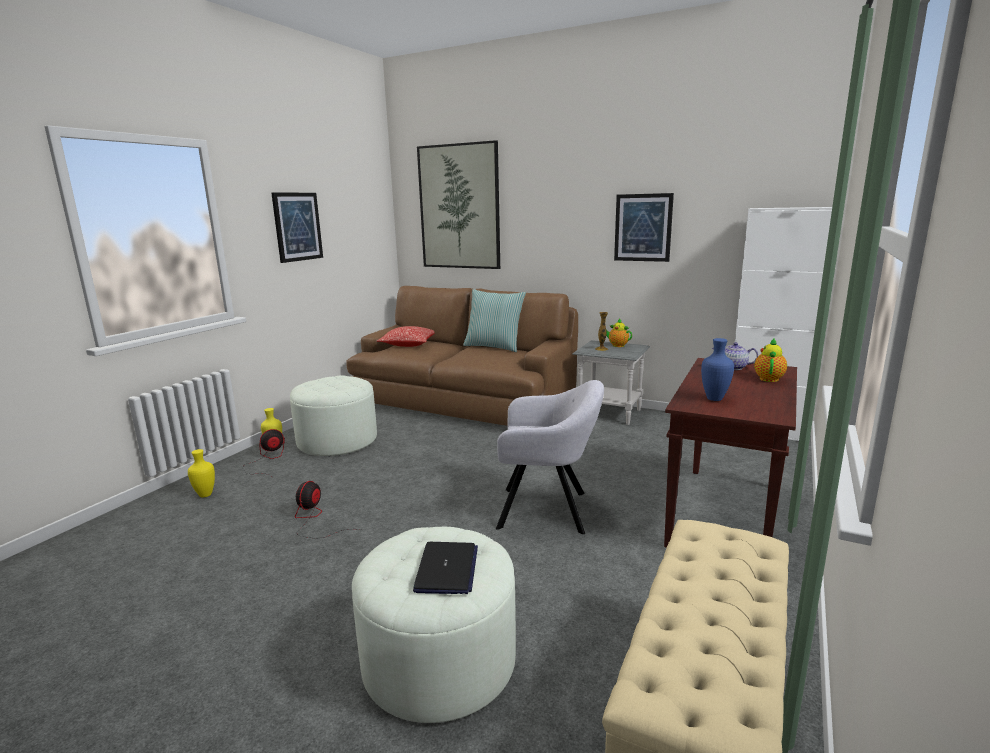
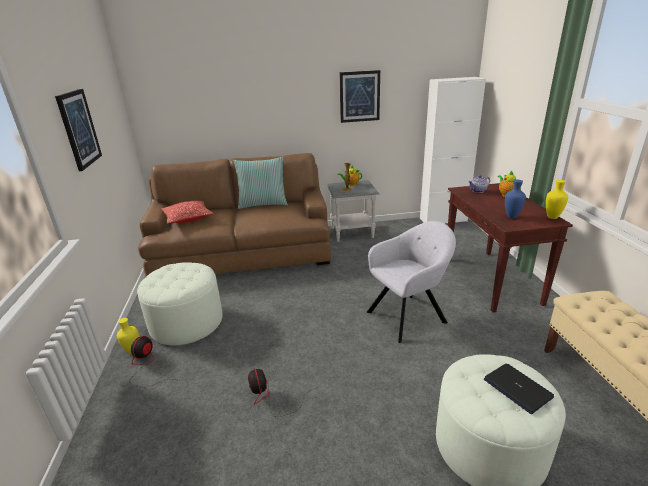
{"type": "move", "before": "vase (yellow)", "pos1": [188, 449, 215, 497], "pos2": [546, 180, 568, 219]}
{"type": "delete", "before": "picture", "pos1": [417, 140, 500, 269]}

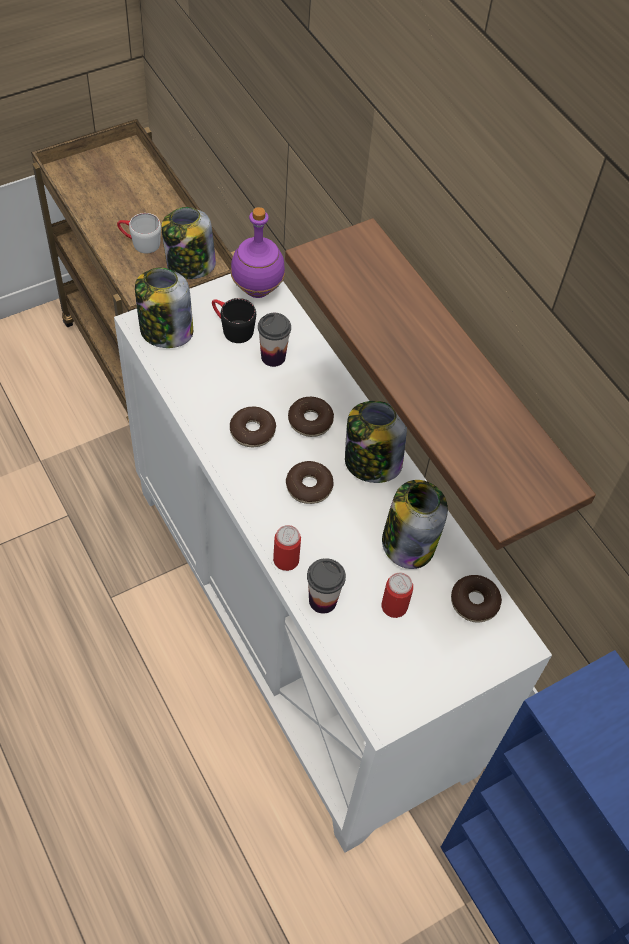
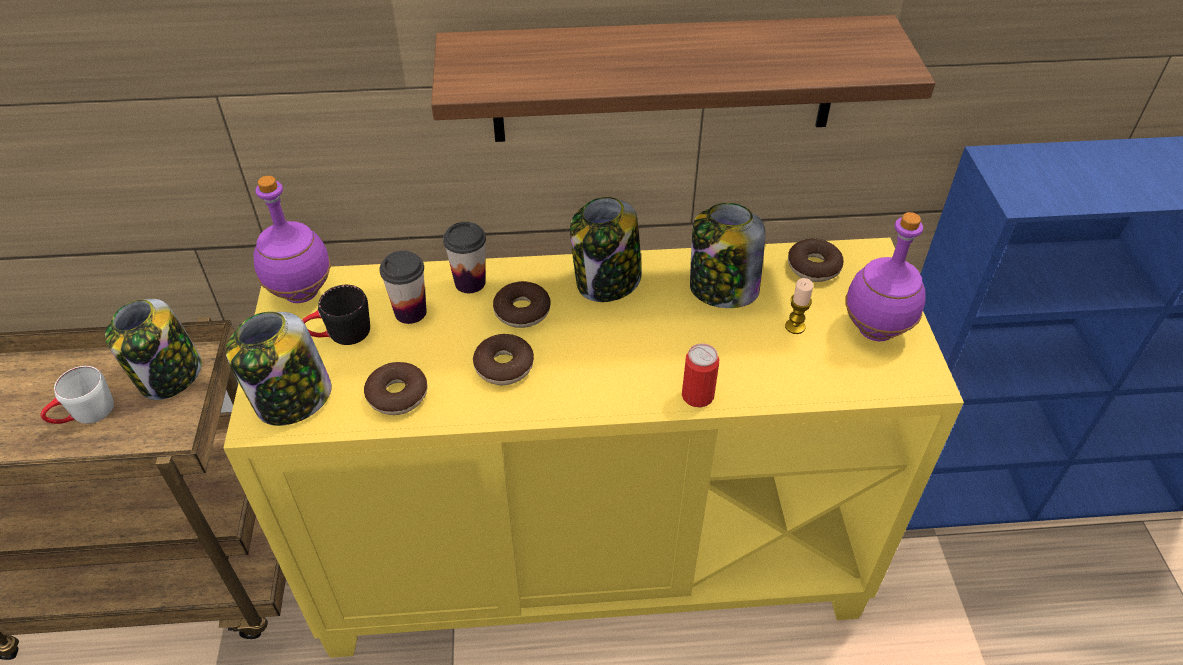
{"type": "recolor", "before": "cabinet (white)", "after": "cabinet (yellow)", "pos1": [114, 274, 552, 853], "pos2": [223, 238, 964, 658]}
{"type": "move", "before": "donut", "pos1": [286, 461, 334, 504], "pos2": [364, 362, 427, 415]}
{"type": "move", "before": "cup", "pos1": [307, 558, 346, 614], "pos2": [443, 222, 486, 293]}
{"type": "replace", "before": "can", "after": "candle", "pos1": [382, 573, 413, 618], "pos2": [785, 278, 813, 334]}
{"type": "insert", "after": "bottle (purple)", "pos2": [845, 212, 926, 341]}

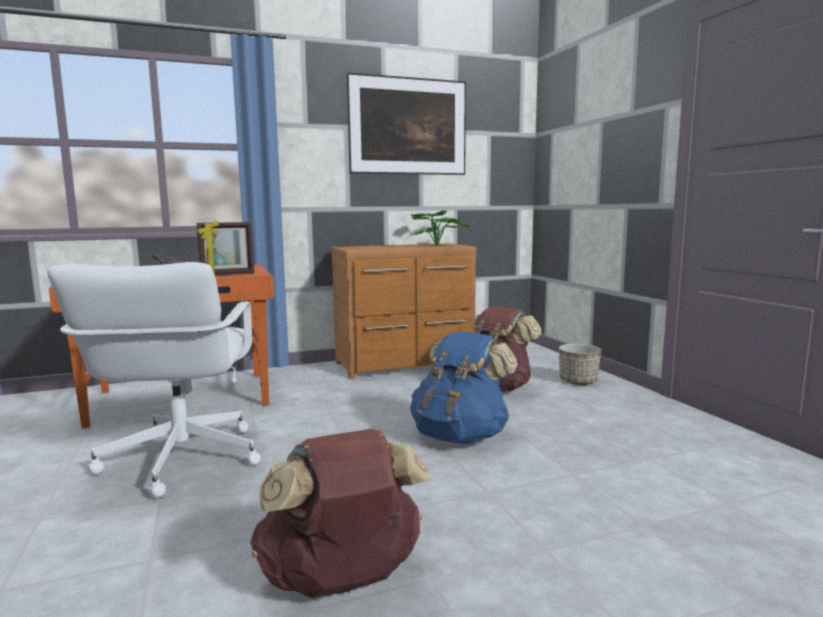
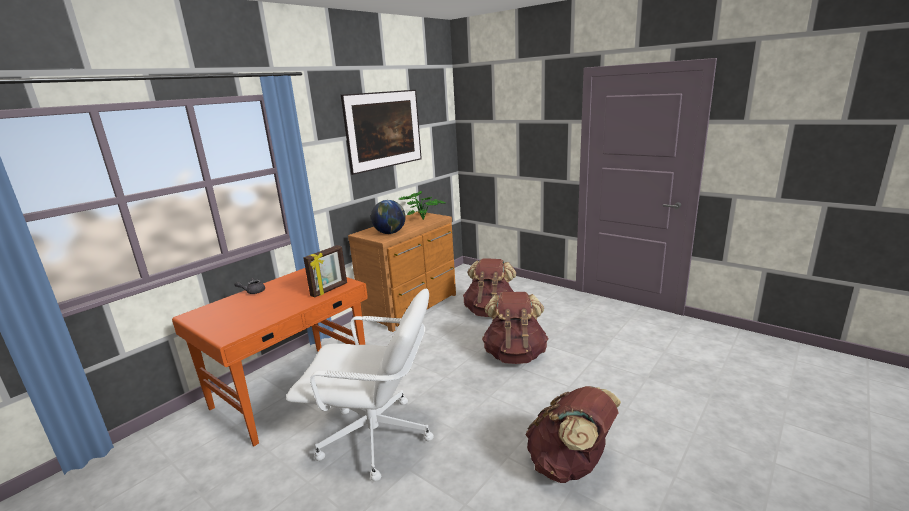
{"type": "rotate", "before": "office chair (white)", "pos1": [47, 262, 260, 498], "pos2": [286, 289, 434, 481], "turn": -45}
{"type": "recolor", "before": "backpack (blue)", "after": "backpack (brown)", "pos1": [410, 331, 518, 444], "pos2": [482, 292, 549, 364]}
{"type": "delete", "before": "planter", "pos1": [559, 344, 601, 385]}
{"type": "insert", "after": "globe", "pos2": [371, 200, 406, 234]}

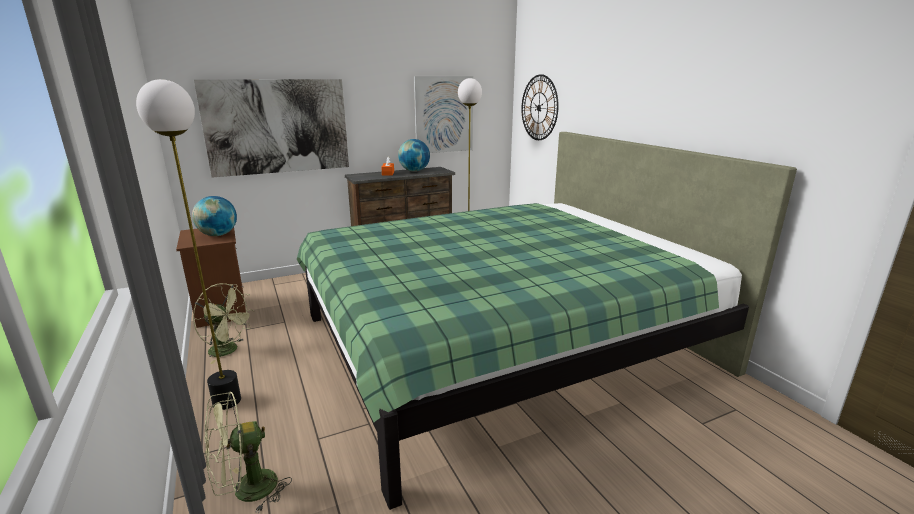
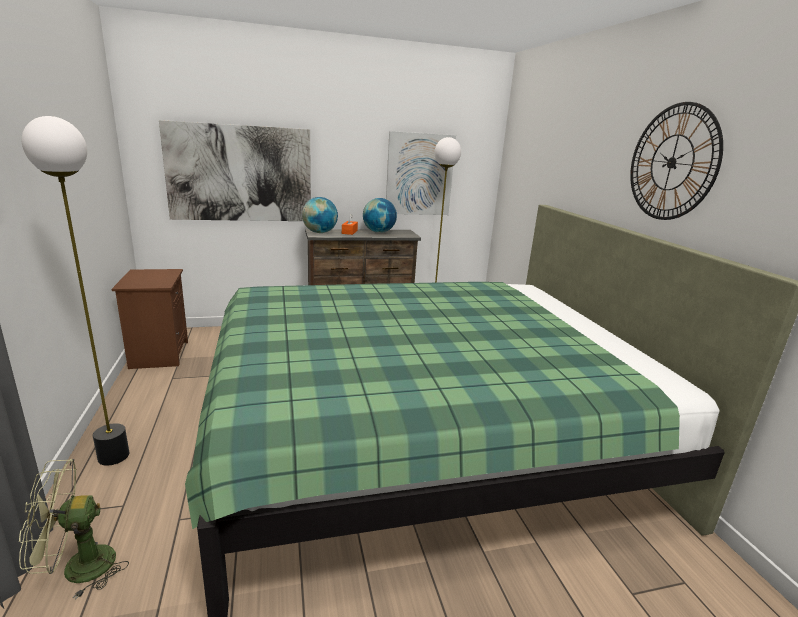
{"type": "move", "before": "globe", "pos1": [192, 196, 237, 236], "pos2": [302, 197, 338, 233]}
{"type": "delete", "before": "fan (green)", "pos1": [193, 283, 254, 364]}
{"type": "move", "before": "wall clock", "pos1": [521, 74, 559, 140], "pos2": [630, 102, 723, 220]}

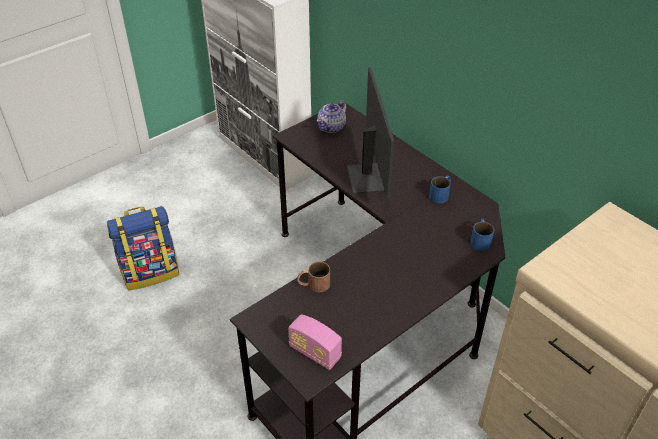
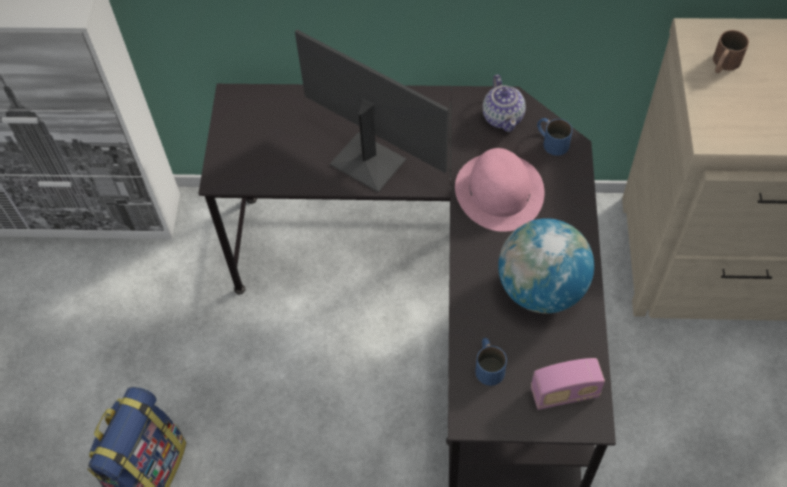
{"type": "move", "before": "mug (brown)", "pos1": [297, 262, 330, 292], "pos2": [713, 30, 749, 73]}
{"type": "move", "before": "teapot", "pos1": [317, 100, 346, 133], "pos2": [483, 74, 526, 132]}
{"type": "move", "before": "mug (blue)", "pos1": [429, 176, 451, 203], "pos2": [475, 338, 507, 386]}
{"type": "insert", "after": "hat (pink)", "pos2": [455, 148, 545, 232]}
{"type": "insert", "after": "globe", "pos2": [498, 218, 594, 313]}

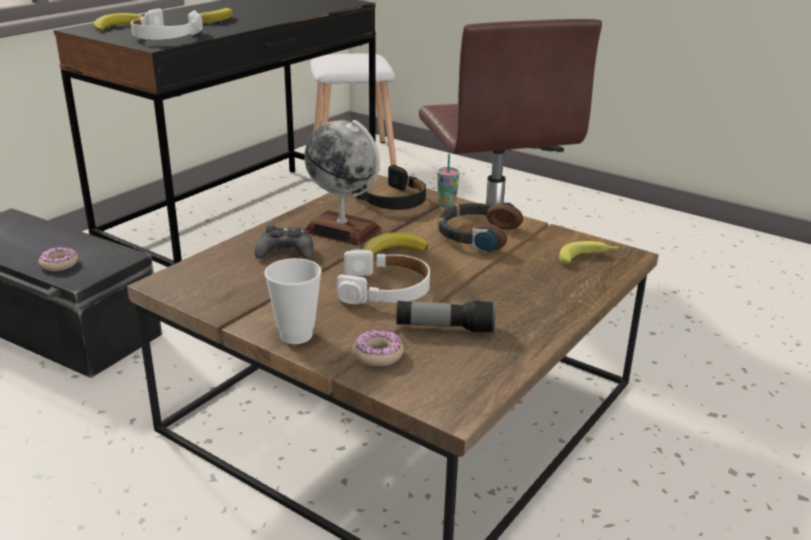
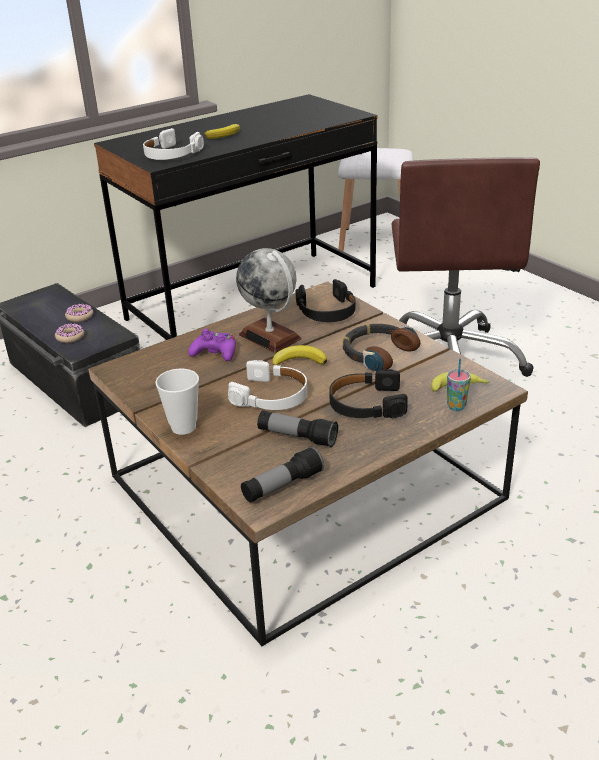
{"type": "delete", "before": "banana", "pos1": [94, 13, 144, 32]}
{"type": "recolor", "before": "game controller (black)", "after": "game controller (purple)", "pos1": [255, 224, 313, 259], "pos2": [188, 329, 236, 361]}
{"type": "move", "before": "donut", "pos1": [353, 330, 404, 366], "pos2": [65, 303, 93, 322]}
{"type": "move", "before": "cup", "pos1": [437, 153, 460, 208], "pos2": [447, 358, 471, 411]}
{"type": "insert", "after": "flashlight", "pos2": [241, 446, 324, 503]}
{"type": "insert", "after": "headphones (black)", "pos2": [329, 369, 408, 418]}

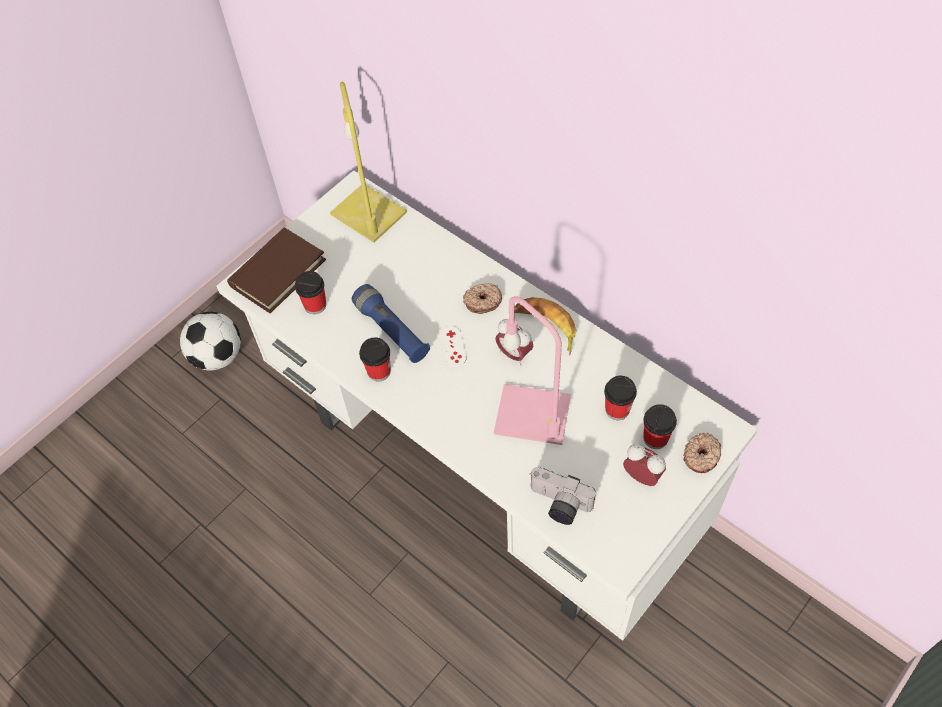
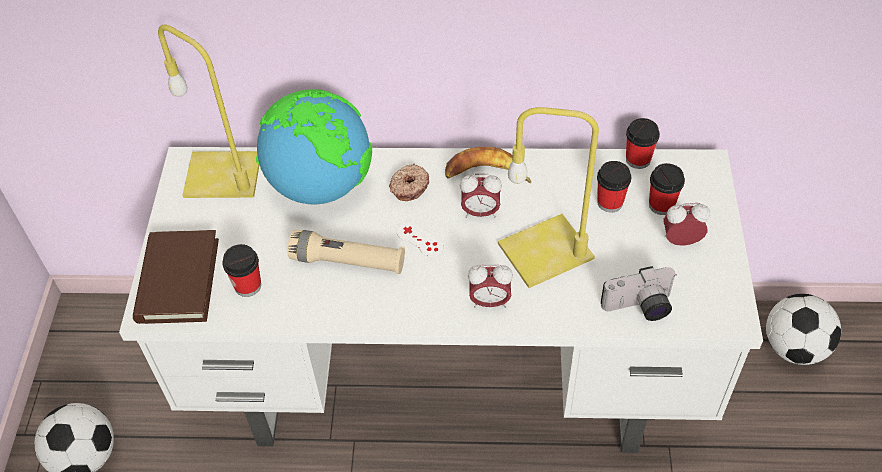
{"type": "recolor", "before": "flashlight (blue)", "after": "flashlight (beige)", "pos1": [352, 284, 430, 363], "pos2": [287, 230, 405, 274]}
{"type": "move", "before": "cup", "pos1": [359, 338, 391, 382], "pos2": [626, 118, 660, 169]}
{"type": "recolor", "before": "table lamp (pink)", "after": "table lamp (yellow)", "pos1": [494, 296, 571, 445], "pos2": [498, 107, 599, 288]}
{"type": "delete", "before": "donut", "pos1": [683, 433, 721, 473]}
{"type": "insert", "after": "globe", "pos2": [256, 89, 372, 205]}
{"type": "insert", "after": "alarm clock", "pos2": [468, 264, 513, 308]}
{"type": "insert", "after": "football", "pos2": [766, 294, 841, 365]}

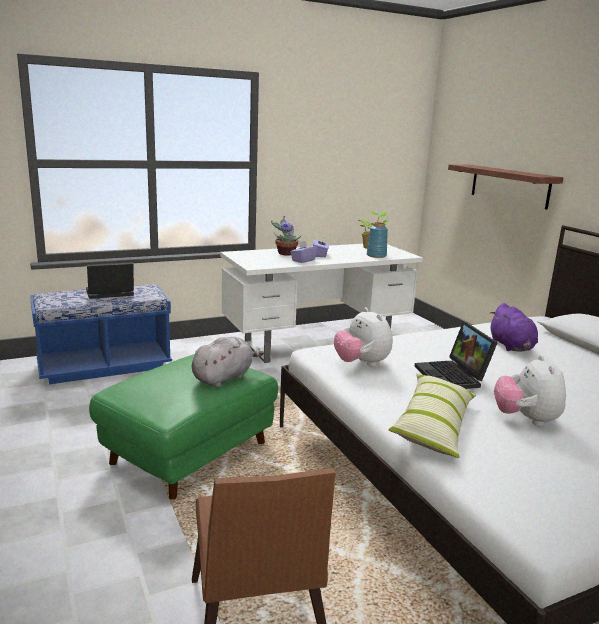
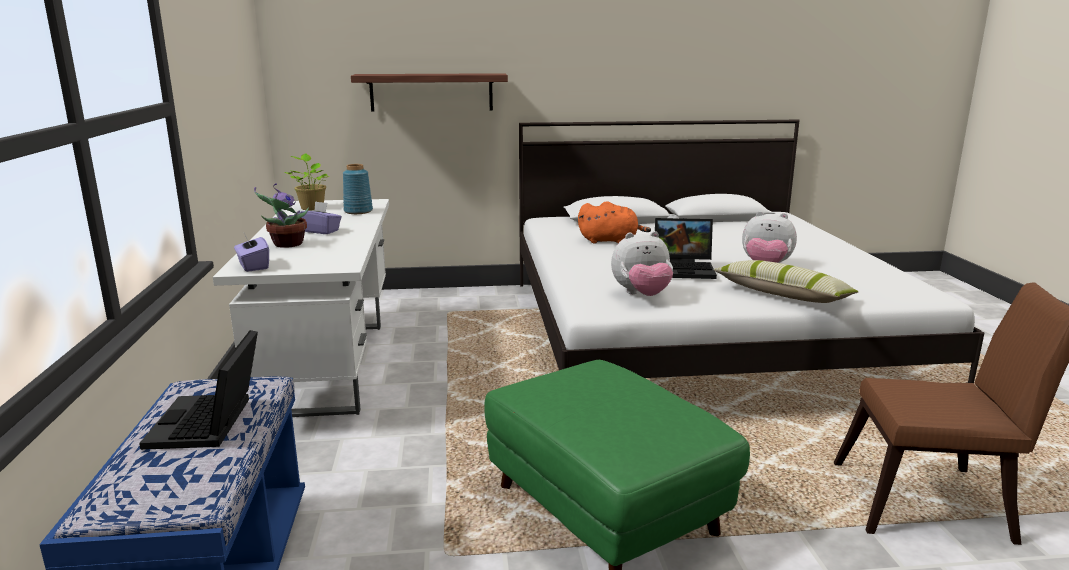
{"type": "delete", "before": "plush toy (grey)", "pos1": [192, 337, 264, 387]}
{"type": "move", "before": "tissue box (purple)", "pos1": [290, 241, 318, 263], "pos2": [234, 233, 269, 272]}
{"type": "recolor", "before": "plush toy (purple)", "after": "plush toy (orange)", "pos1": [490, 303, 538, 352], "pos2": [578, 201, 651, 244]}

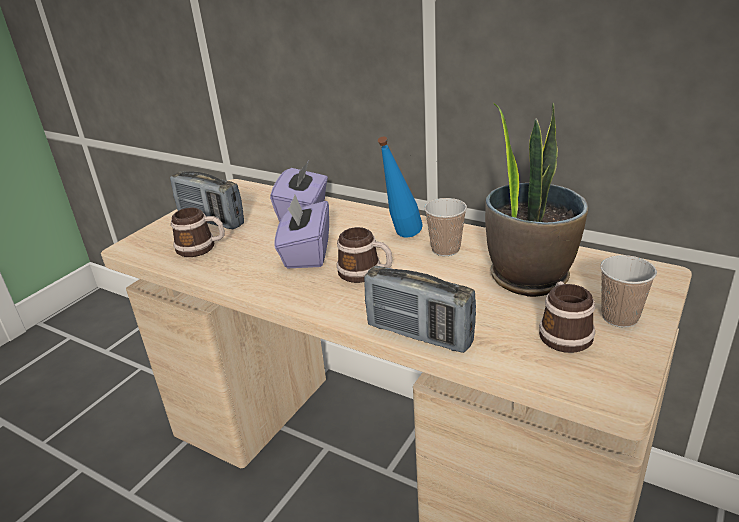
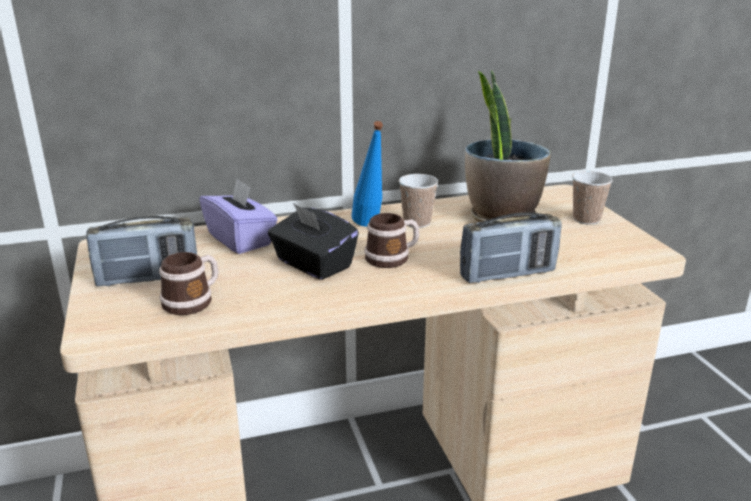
{"type": "recolor", "before": "tissue box (purple)", "after": "tissue box (black)", "pos1": [275, 194, 329, 268], "pos2": [268, 203, 359, 280]}
{"type": "delete", "before": "mug", "pos1": [539, 281, 595, 353]}

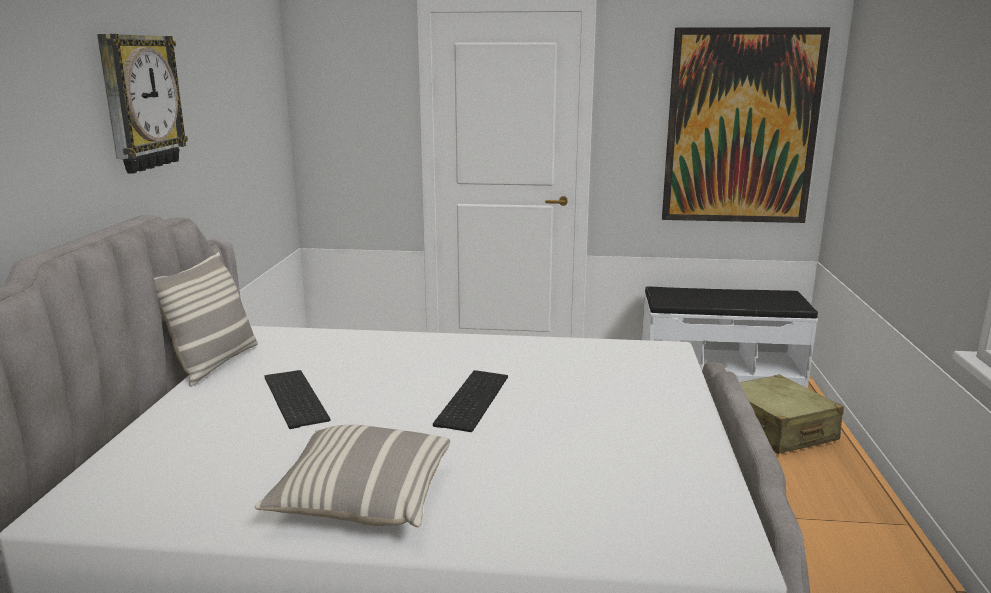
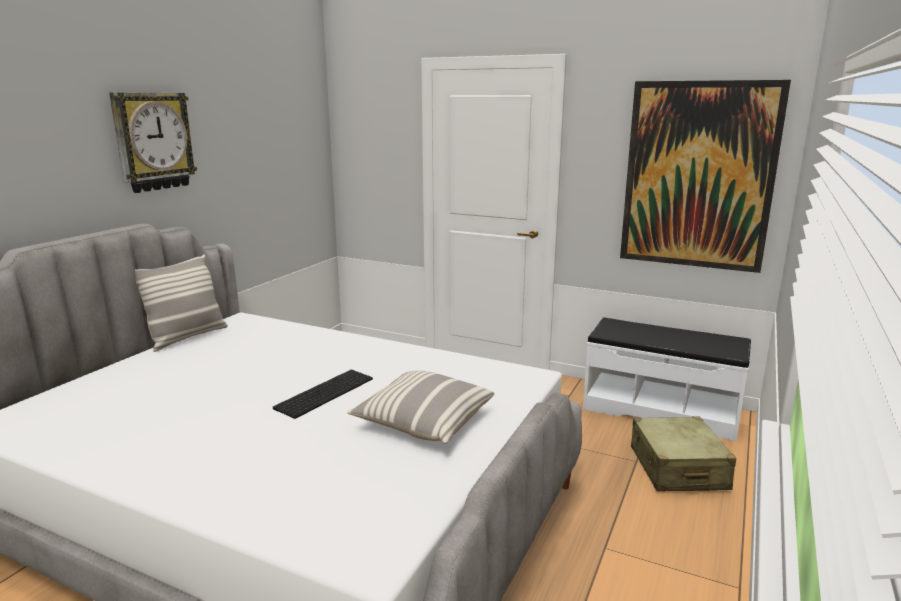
{"type": "move", "before": "pillow", "pos1": [255, 425, 450, 527], "pos2": [348, 370, 494, 444]}
{"type": "delete", "before": "keyboard", "pos1": [264, 370, 331, 429]}

